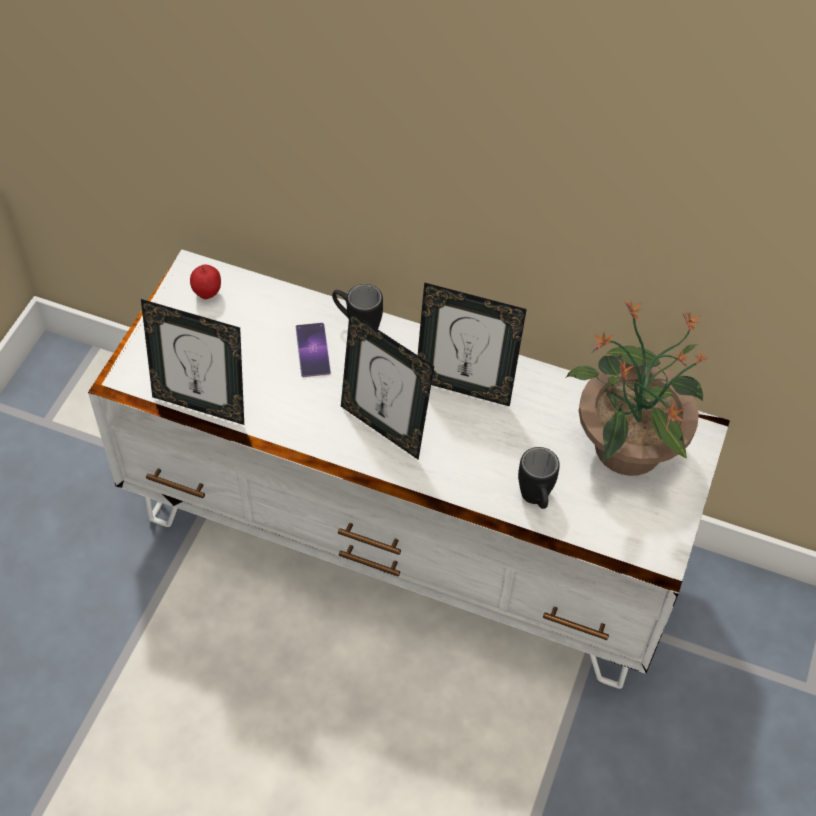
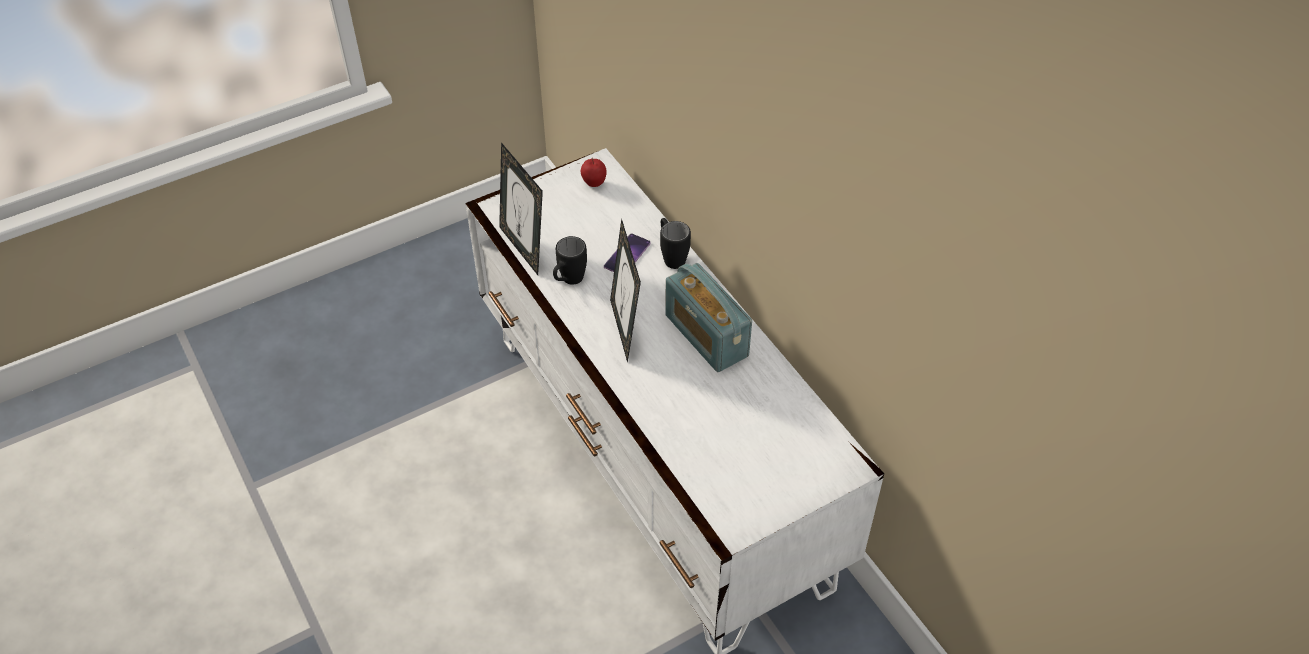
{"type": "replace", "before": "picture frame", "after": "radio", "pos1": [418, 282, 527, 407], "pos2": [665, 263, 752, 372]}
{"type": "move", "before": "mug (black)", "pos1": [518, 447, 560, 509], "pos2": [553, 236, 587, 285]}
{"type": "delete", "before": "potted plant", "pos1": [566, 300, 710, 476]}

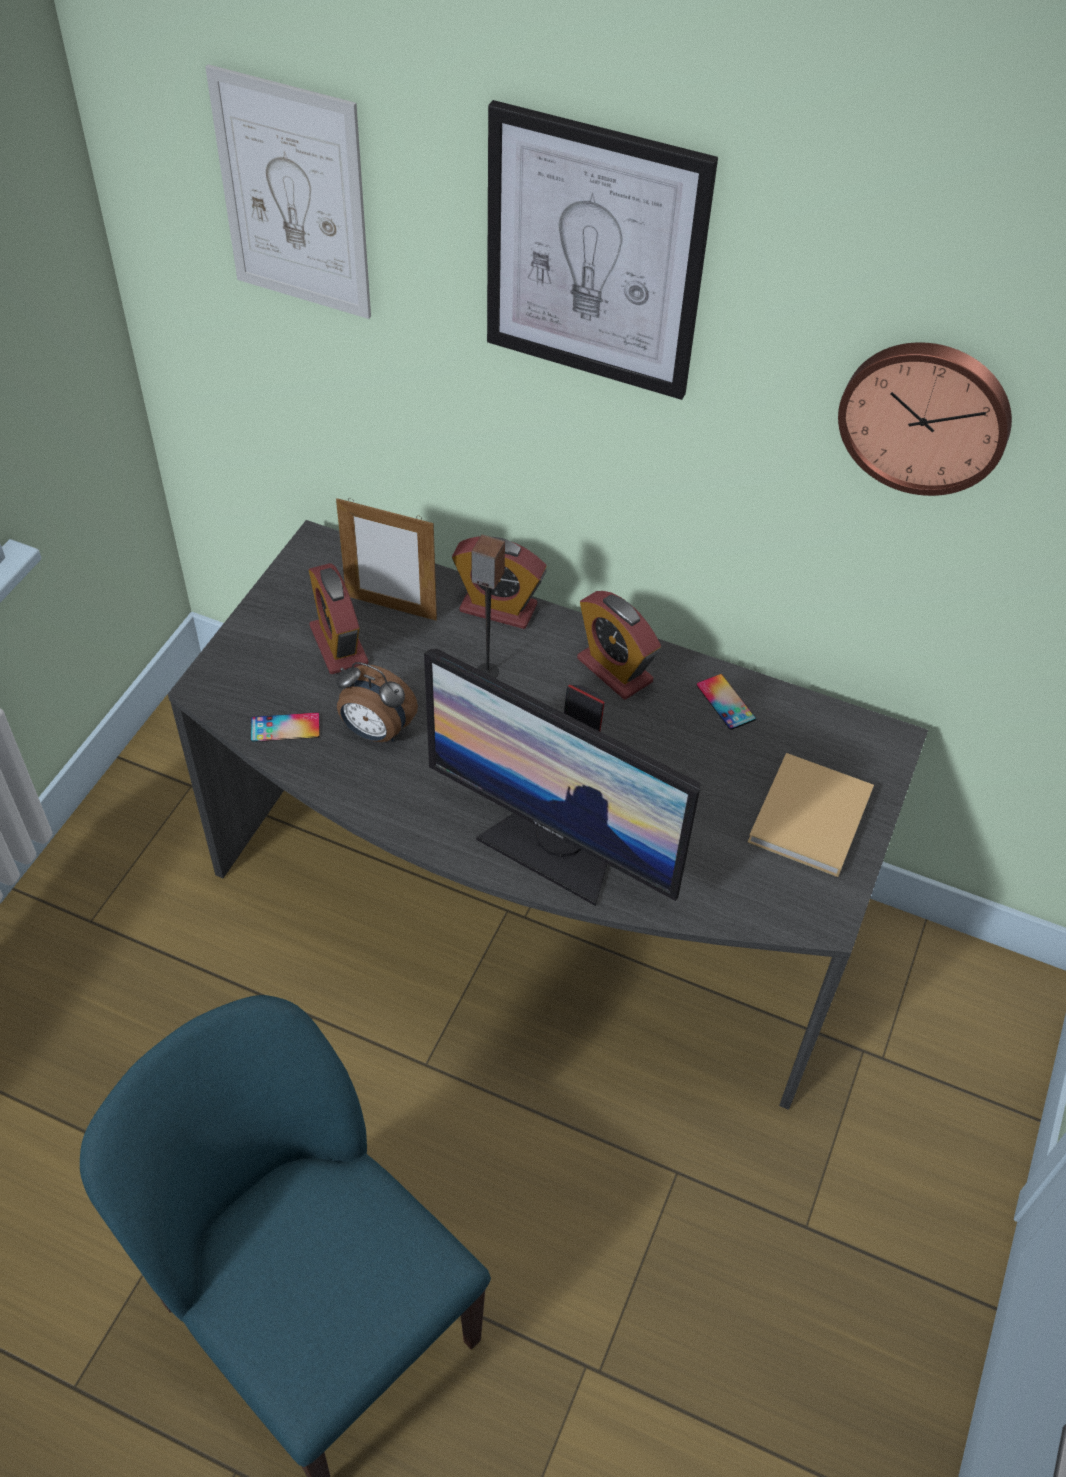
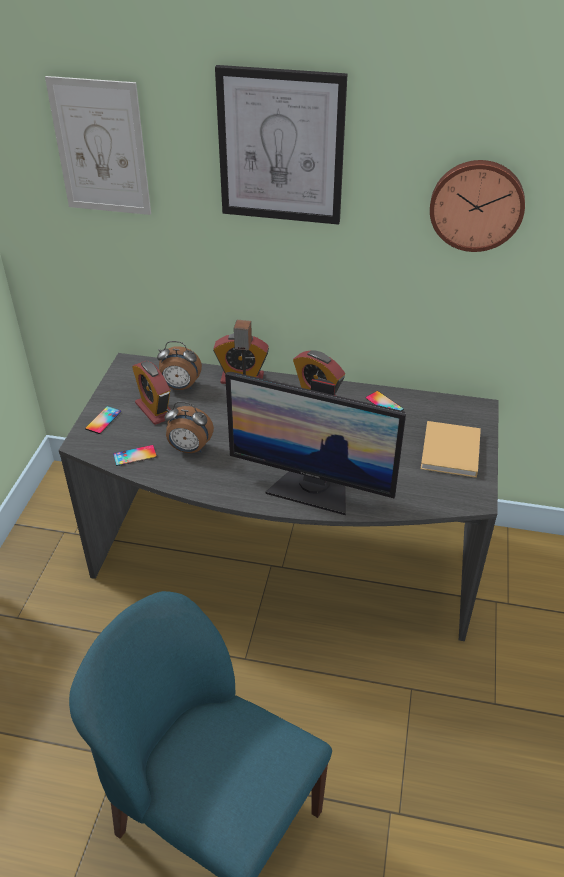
{"type": "replace", "before": "picture frame", "after": "alarm clock", "pos1": [336, 498, 437, 621], "pos2": [157, 341, 202, 390]}
{"type": "insert", "after": "phone", "pos2": [85, 406, 121, 434]}

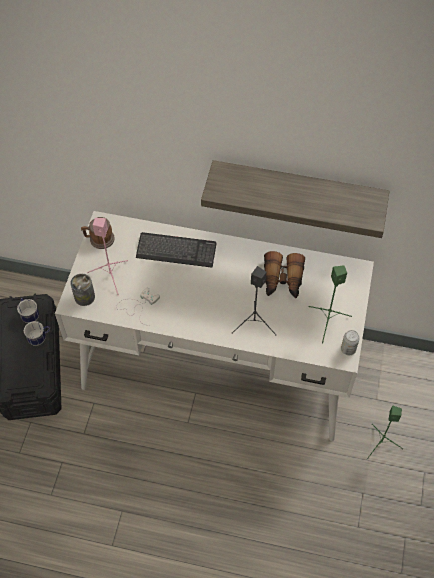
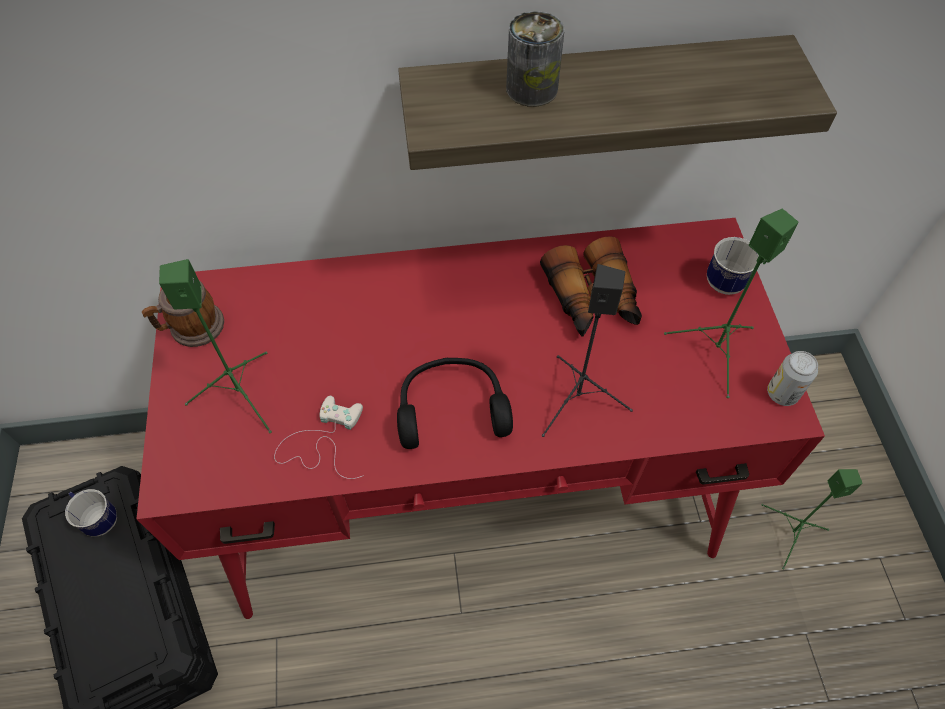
{"type": "move", "before": "mug", "pos1": [24, 321, 50, 346], "pos2": [707, 237, 759, 295]}
{"type": "recolor", "before": "desk (white)", "after": "desk (red)", "pos1": [55, 211, 374, 441], "pos2": [137, 218, 825, 619]}
{"type": "move", "before": "can", "pos1": [70, 274, 95, 306], "pos2": [506, 11, 564, 107]}
{"type": "recolor", "before": "speaker (pink)", "after": "speaker (green)", "pos1": [87, 218, 128, 296], "pos2": [159, 259, 272, 433]}
{"type": "delete", "before": "keyboard", "pos1": [136, 232, 217, 268]}
{"type": "insert", "after": "headphones (black)", "pos2": [397, 357, 513, 449]}

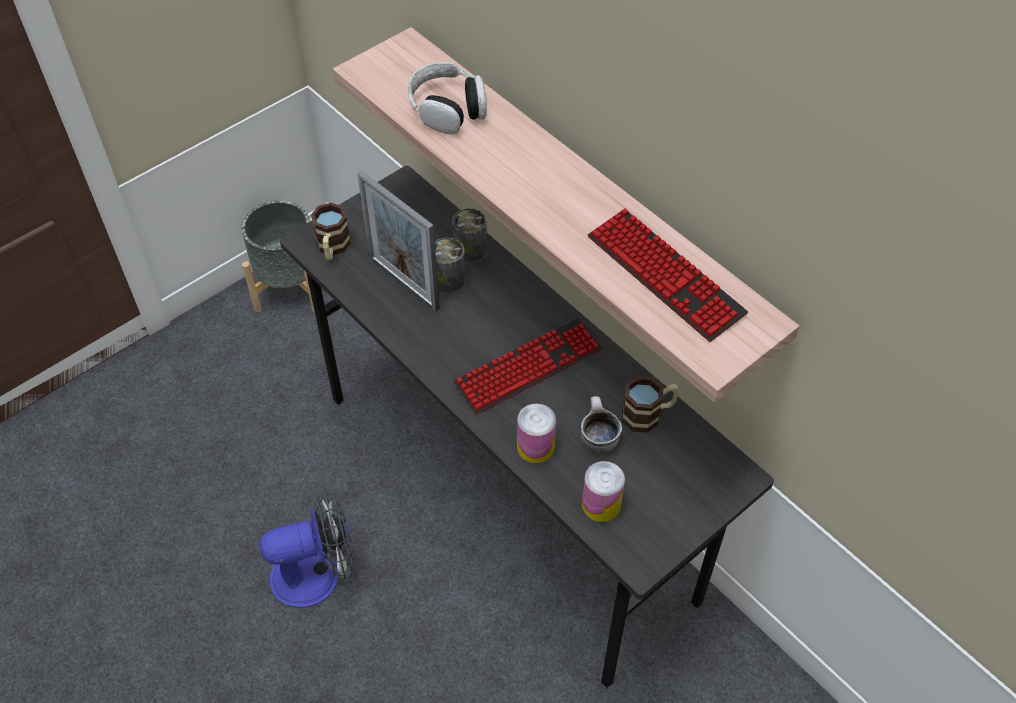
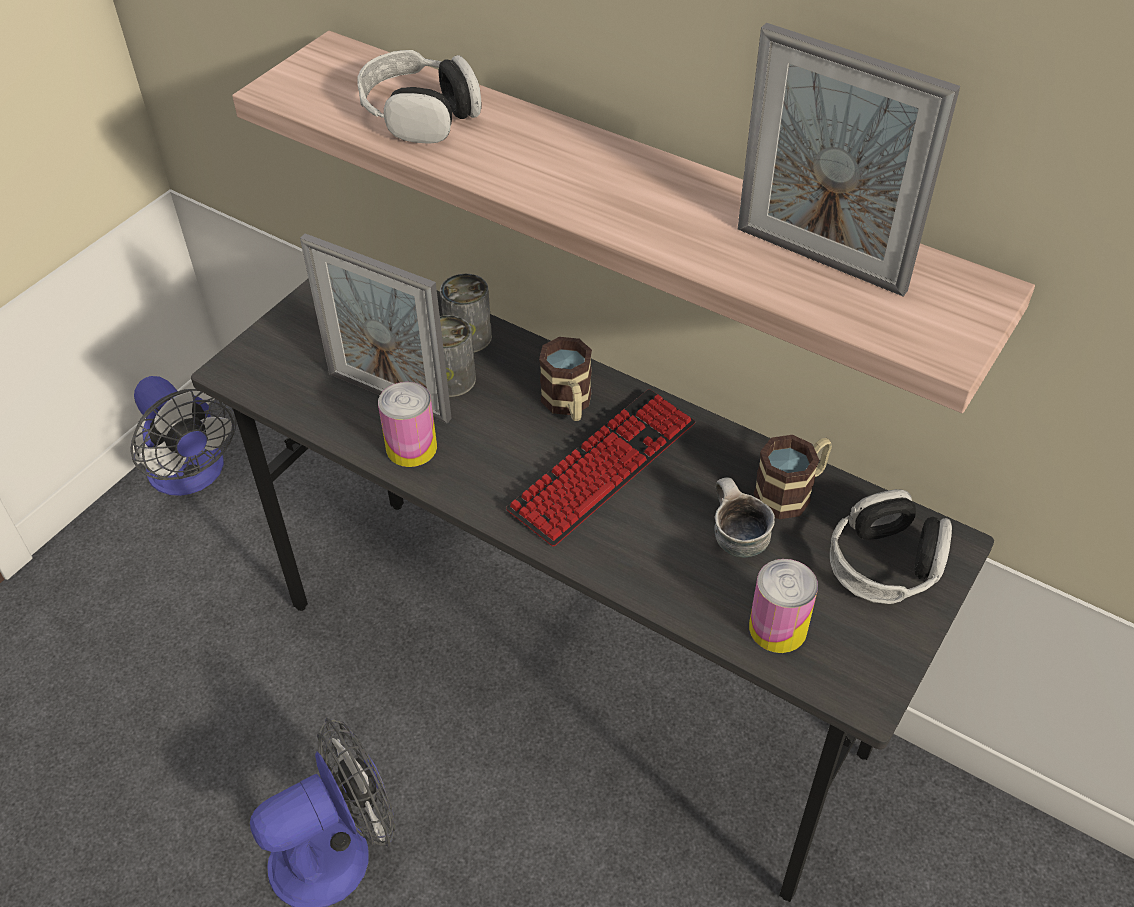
{"type": "replace", "before": "planter (grey)", "after": "fan", "pos1": [241, 200, 315, 312], "pos2": [130, 376, 237, 496]}
{"type": "move", "before": "mug", "pos1": [311, 203, 351, 260], "pos2": [539, 337, 592, 421]}
{"type": "move", "before": "can", "pos1": [517, 404, 556, 463], "pos2": [378, 382, 437, 467]}
{"type": "replace", "before": "keyboard", "after": "picture frame", "pos1": [588, 208, 748, 342], "pos2": [738, 23, 960, 296]}
{"type": "insert", "after": "headphones", "pos2": [830, 489, 952, 604]}

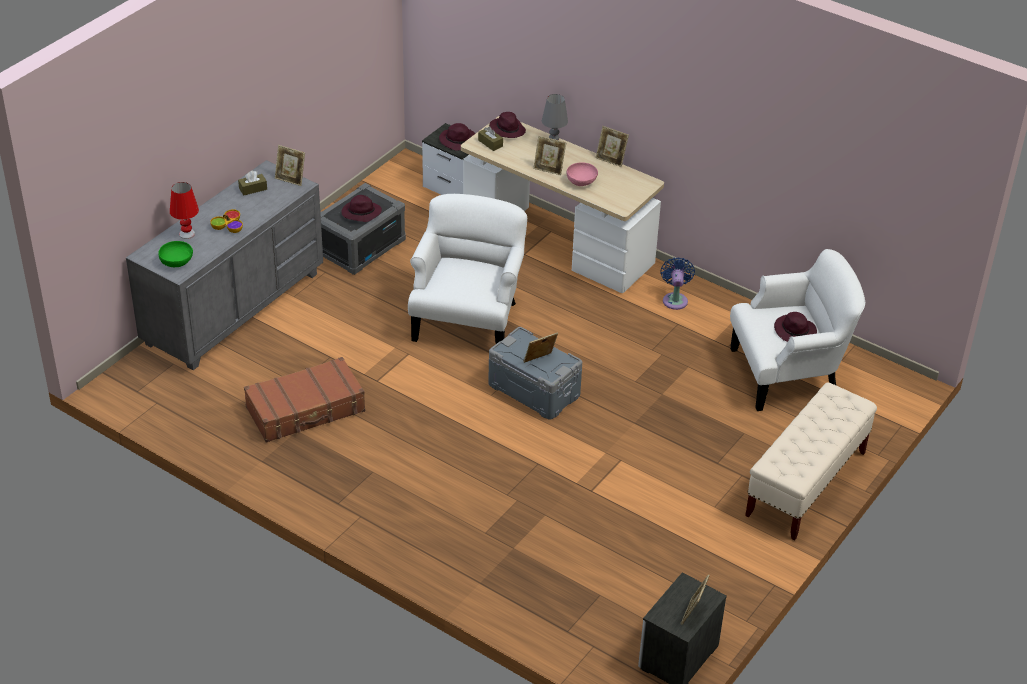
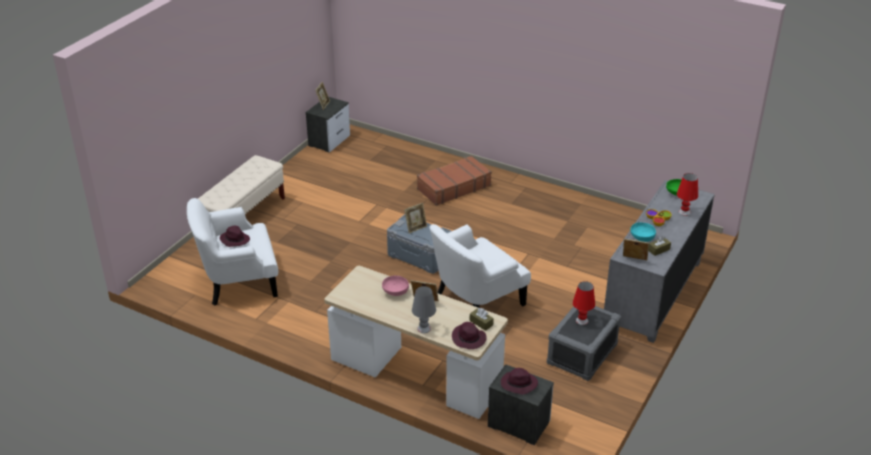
{"type": "move", "before": "suitcase (brown)", "pos1": [244, 357, 365, 443], "pos2": [417, 155, 492, 206]}
{"type": "replace", "before": "hat (purple)", "after": "table lamp (red)", "pos1": [341, 195, 382, 222], "pos2": [573, 281, 595, 325]}
{"type": "rotate", "before": "armchair (white)", "pos1": [408, 194, 527, 344], "pos2": [430, 224, 531, 308], "turn": 45}
{"type": "delete", "before": "picture frame", "pos1": [596, 126, 629, 167]}
{"type": "delete", "before": "fan (blue)", "pos1": [660, 257, 695, 310]}
{"type": "insert", "after": "bowl (turquoise)", "pos2": [630, 222, 656, 242]}

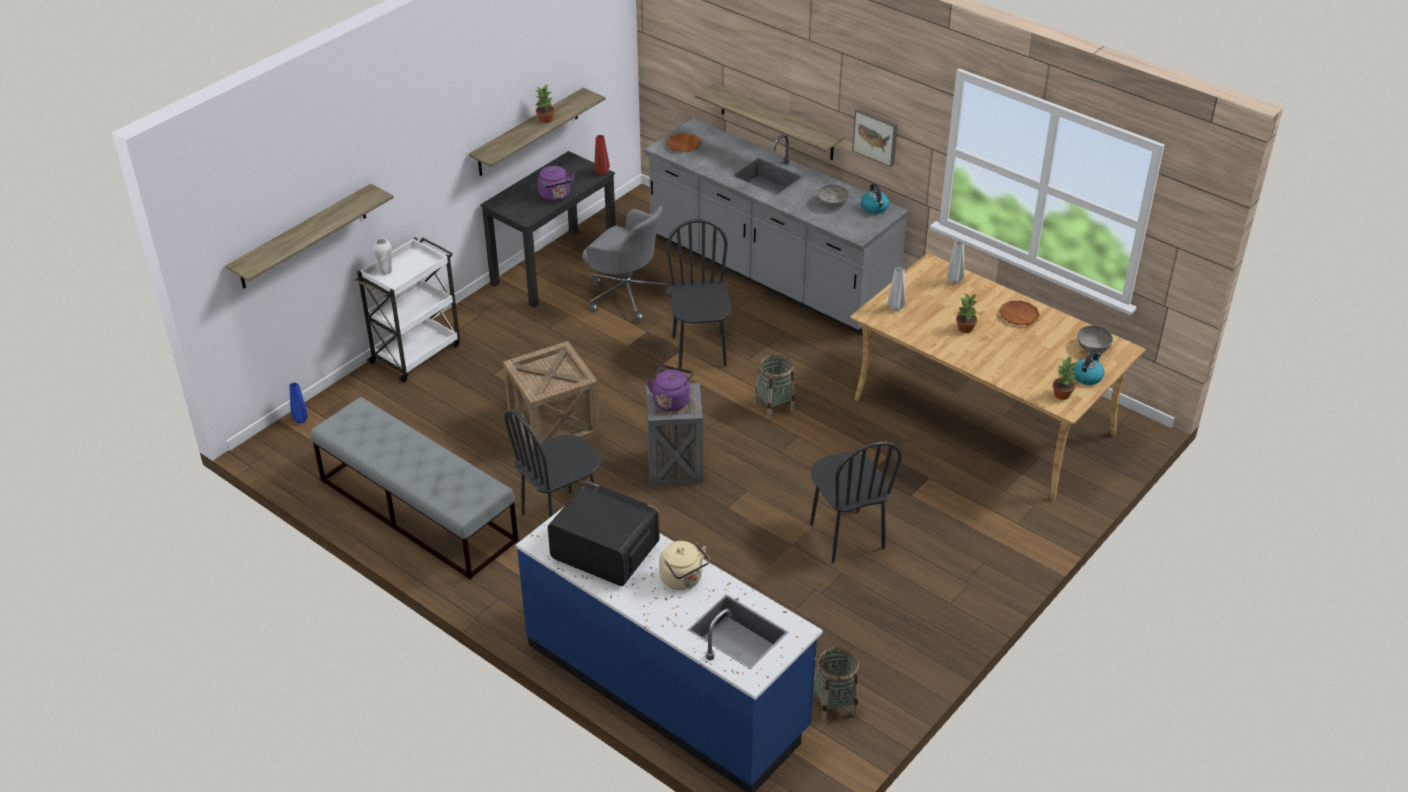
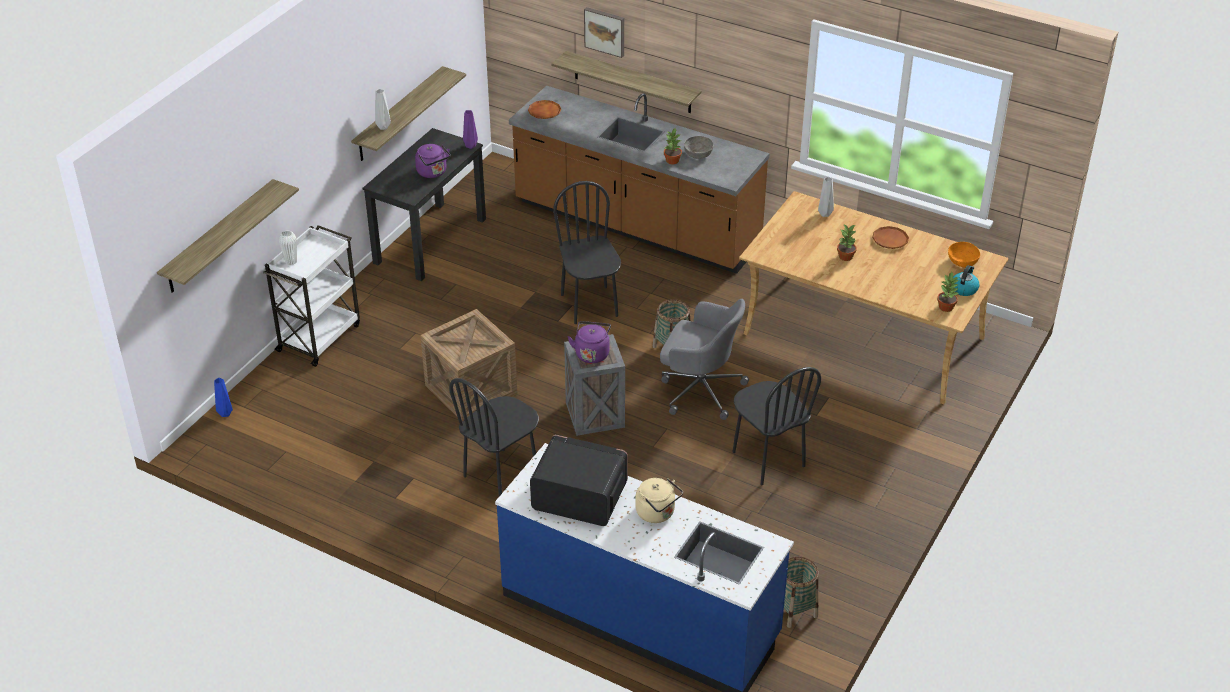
{"type": "delete", "before": "bench (grey)", "pos1": [310, 397, 518, 579]}
{"type": "move", "before": "potted plant", "pos1": [536, 84, 555, 123], "pos2": [664, 128, 682, 164]}
{"type": "move", "before": "office chair (grey)", "pos1": [582, 206, 671, 322], "pos2": [660, 299, 749, 420]}
{"type": "recolor", "before": "vase (red)", "after": "vase (purple)", "pos1": [594, 135, 610, 176], "pos2": [463, 110, 478, 149]}
{"type": "recolor", "before": "counter (grey)", "after": "counter (brown)", "pos1": [645, 118, 909, 335], "pos2": [509, 86, 770, 274]}
{"type": "move", "before": "picture", "pos1": [852, 108, 898, 167], "pos2": [584, 7, 624, 58]}
{"type": "delete", "before": "kettle", "pos1": [861, 183, 889, 214]}
{"type": "move", "before": "vase (grey)", "pos1": [888, 267, 905, 311], "pos2": [375, 89, 391, 130]}
{"type": "recolor", "before": "bowl (grey)", "after": "bowl (orange)", "pos1": [1077, 325, 1113, 353], "pos2": [948, 242, 980, 267]}

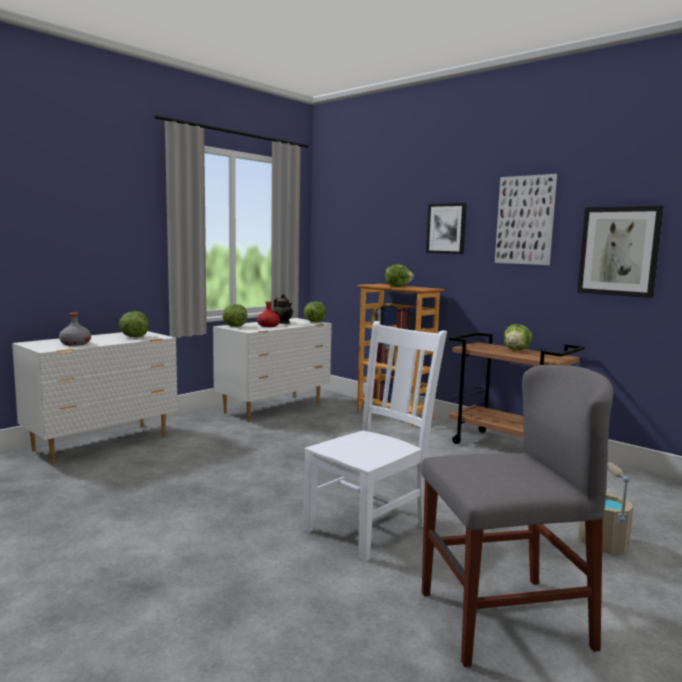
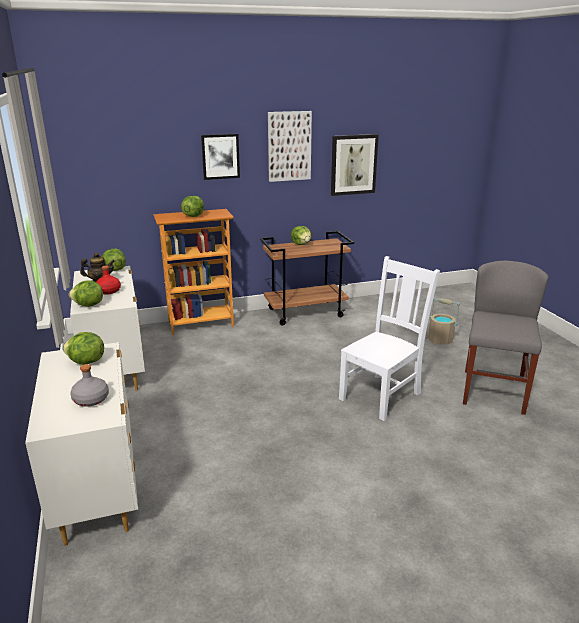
{"type": "rotate", "before": "chair (white)", "pos1": [303, 321, 447, 561], "pos2": [339, 256, 440, 421], "turn": 60}

